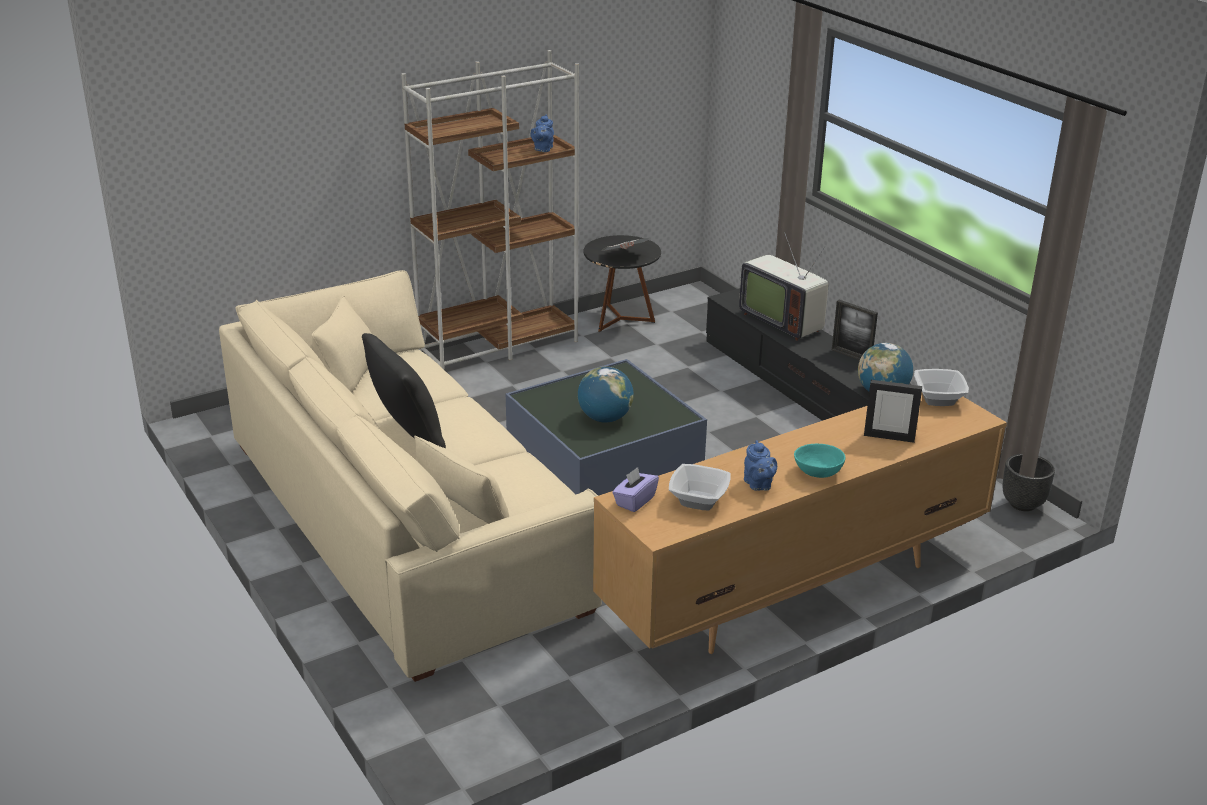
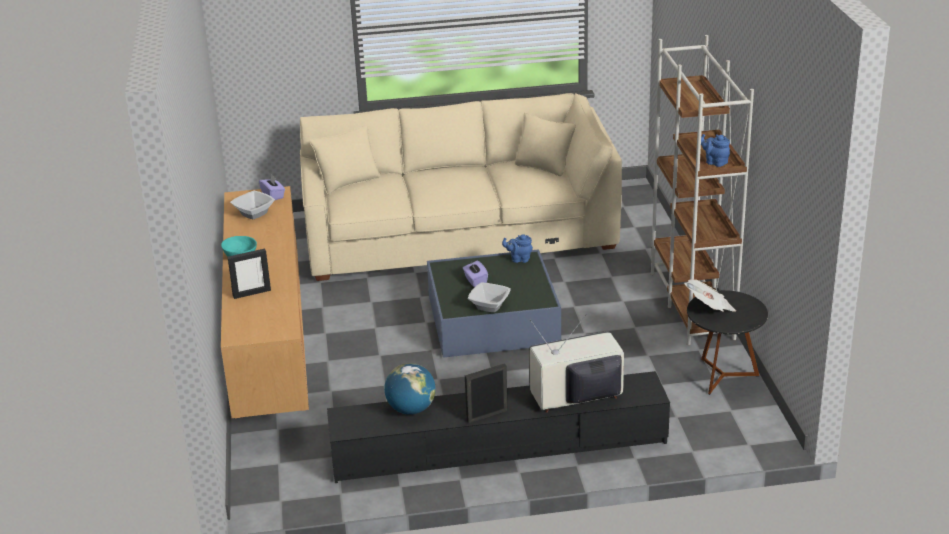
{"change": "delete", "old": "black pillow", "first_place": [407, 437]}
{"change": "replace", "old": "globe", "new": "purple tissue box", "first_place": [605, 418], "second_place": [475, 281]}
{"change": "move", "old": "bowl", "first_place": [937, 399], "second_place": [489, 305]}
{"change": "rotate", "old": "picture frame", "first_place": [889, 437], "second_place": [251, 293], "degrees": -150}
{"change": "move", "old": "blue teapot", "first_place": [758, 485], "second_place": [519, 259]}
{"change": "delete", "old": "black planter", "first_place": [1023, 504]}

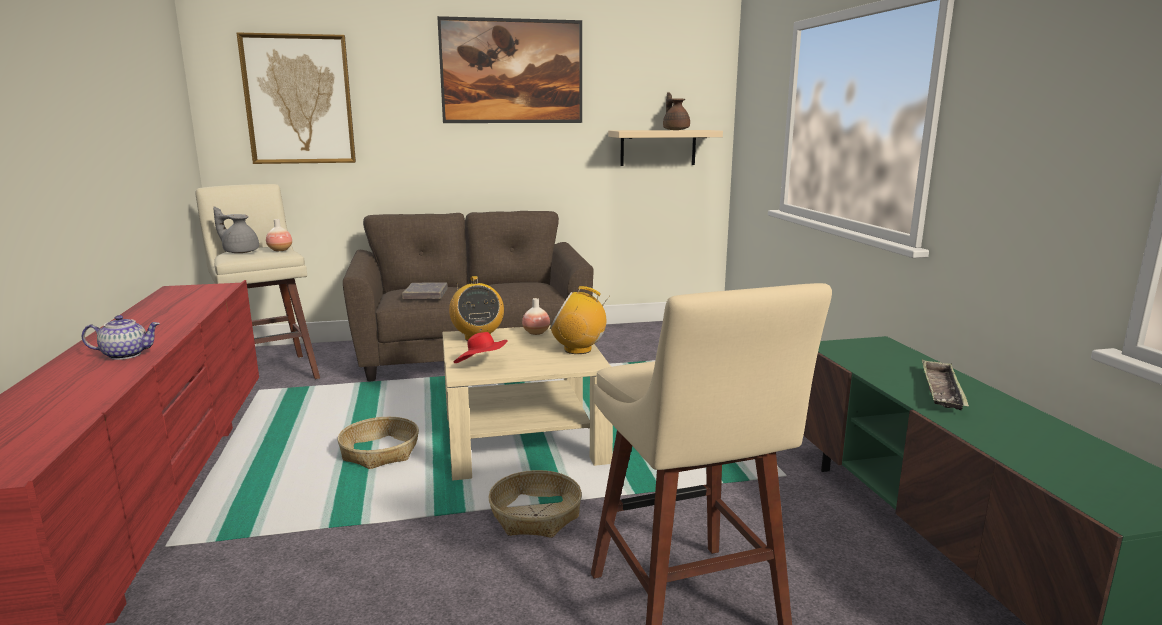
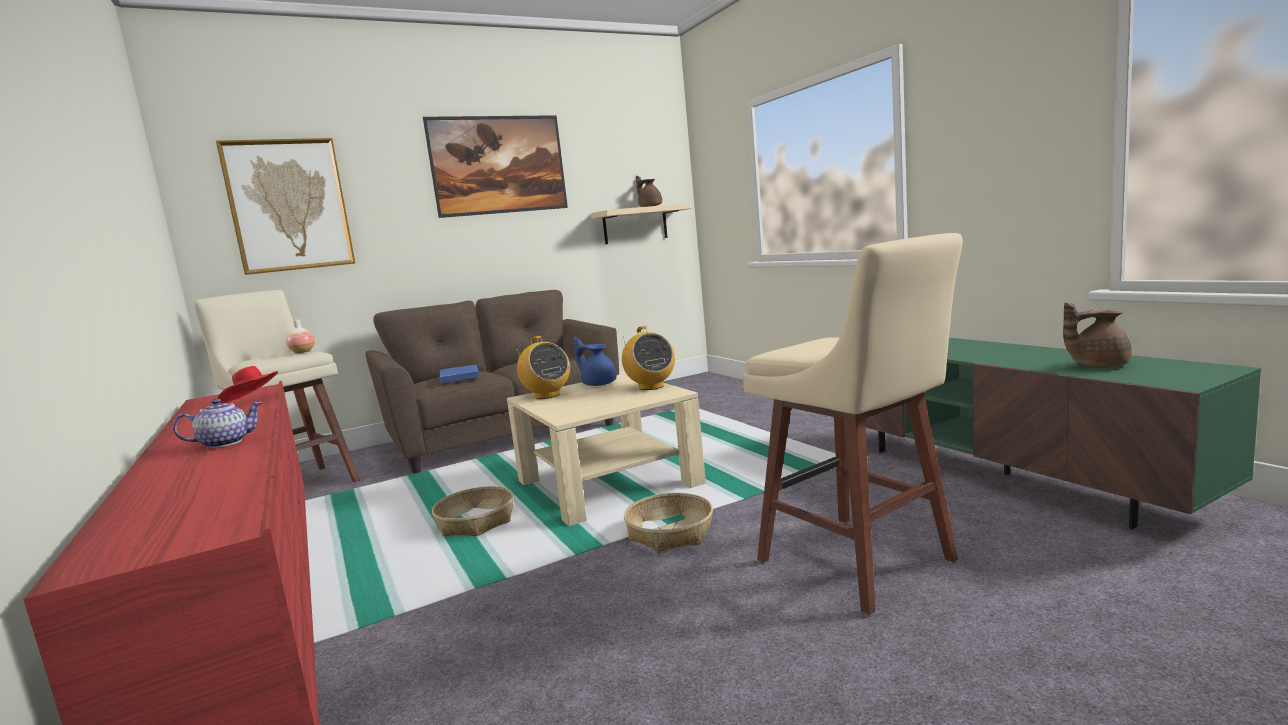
{"change": "delete", "old": "grey teapot", "first_place": [240, 252]}
{"change": "recolor", "old": "grey book", "new": "blue book", "first_place": [426, 294], "second_place": [459, 377]}
{"change": "rotate", "old": "radio", "first_place": [578, 349], "second_place": [650, 386], "degrees": -105}
{"change": "replace", "old": "vase", "new": "blue teapot", "first_place": [536, 333], "second_place": [598, 384]}
{"change": "move", "old": "red hat", "first_place": [482, 365], "second_place": [253, 400]}
{"change": "delete", "old": "tray", "first_place": [941, 390]}
{"change": "insert", "new": "brown teapot", "second_place": [1096, 365]}

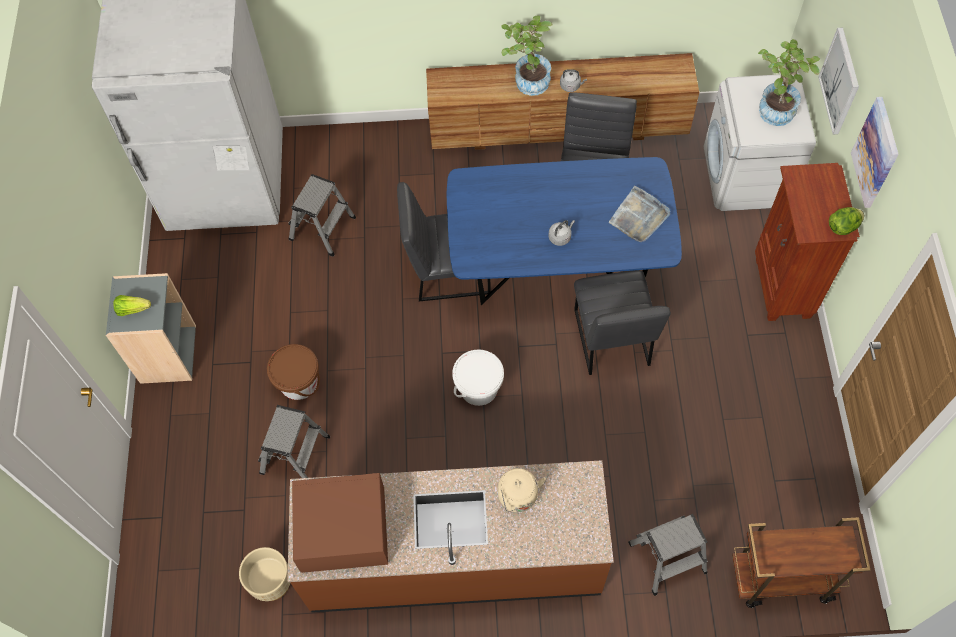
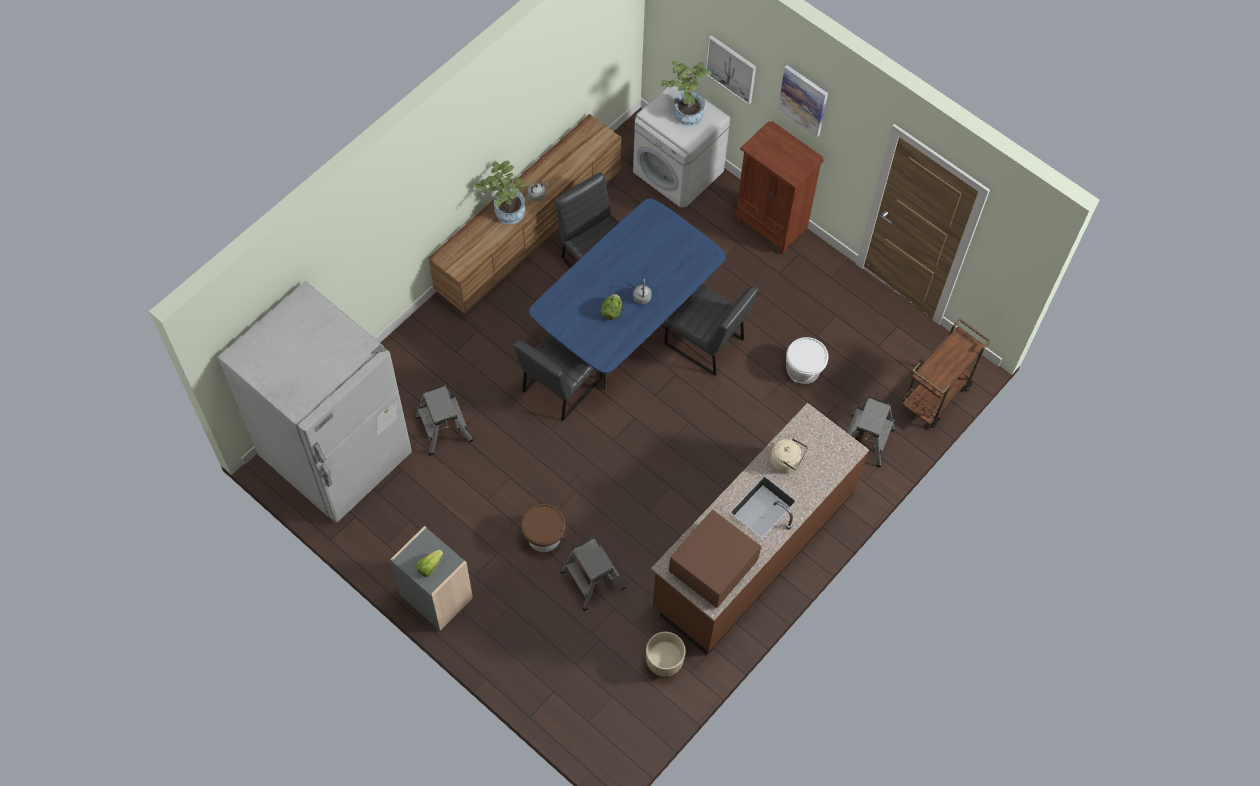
{"change": "delete", "old": "grey tray", "first_place": [639, 217]}
{"change": "move", "old": "lettuce", "first_place": [842, 227], "second_place": [611, 312]}
{"change": "move", "old": "white bucket", "first_place": [478, 388], "second_place": [803, 370]}

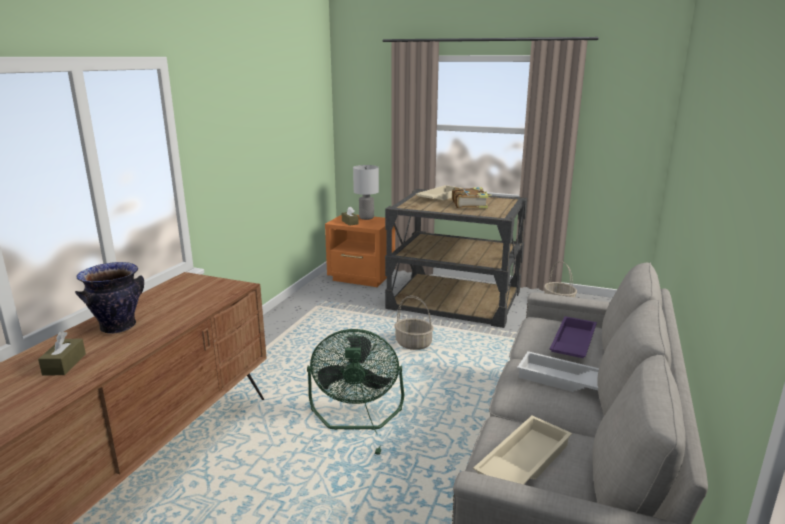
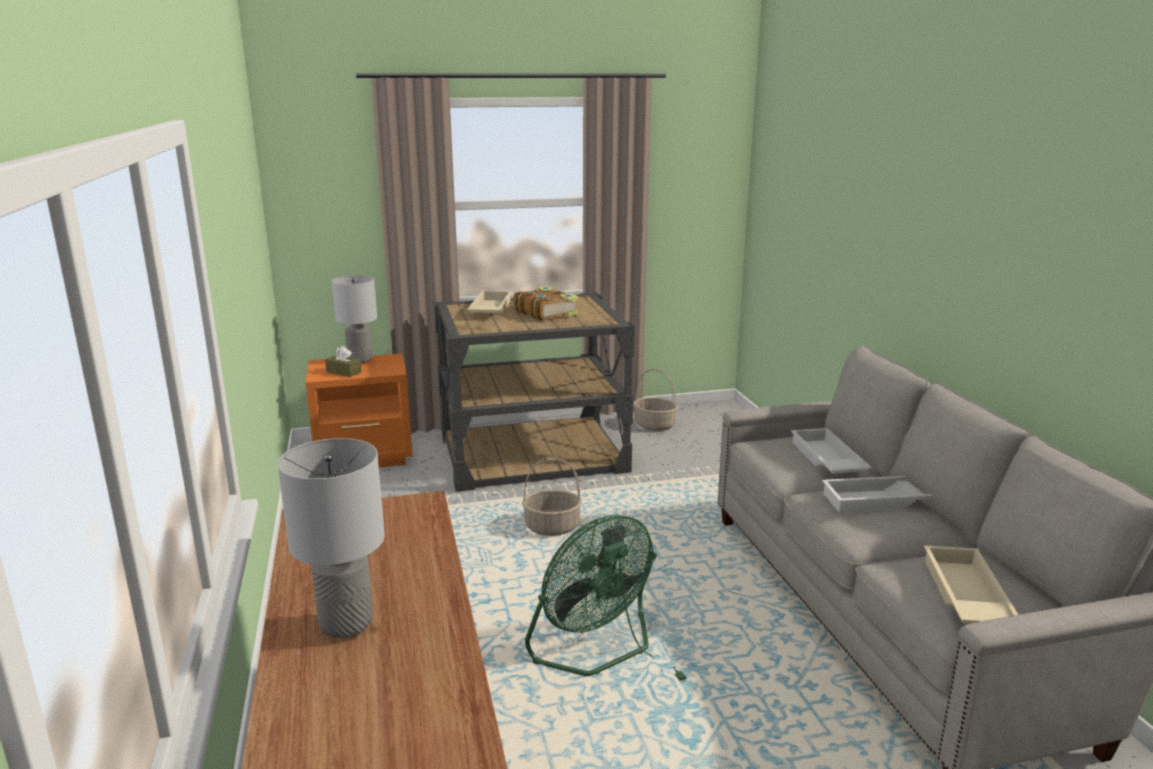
{"change": "replace", "old": "vase", "new": "grey table lamp", "first_place": [118, 327], "second_place": [346, 626]}
{"change": "recolor", "old": "purple tray", "new": "white tray", "first_place": [571, 344], "second_place": [826, 460]}
{"change": "delete", "old": "brown tissue box", "first_place": [64, 364]}

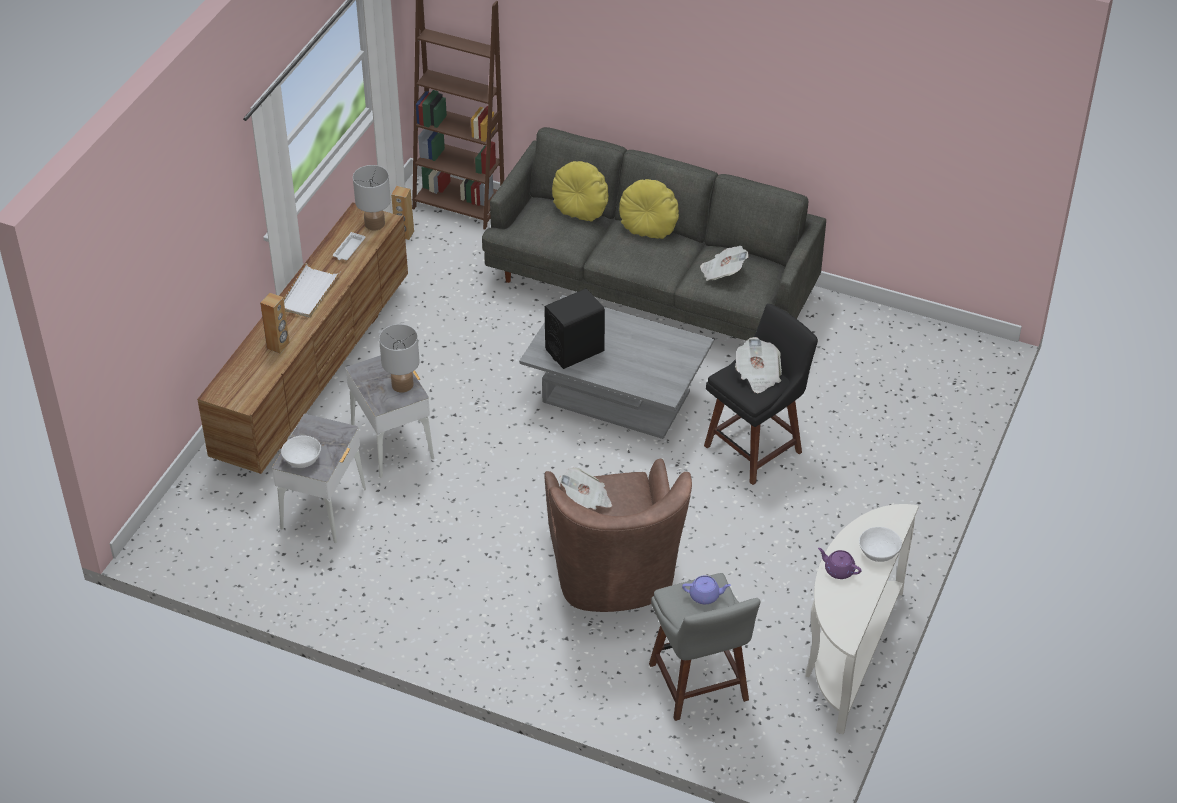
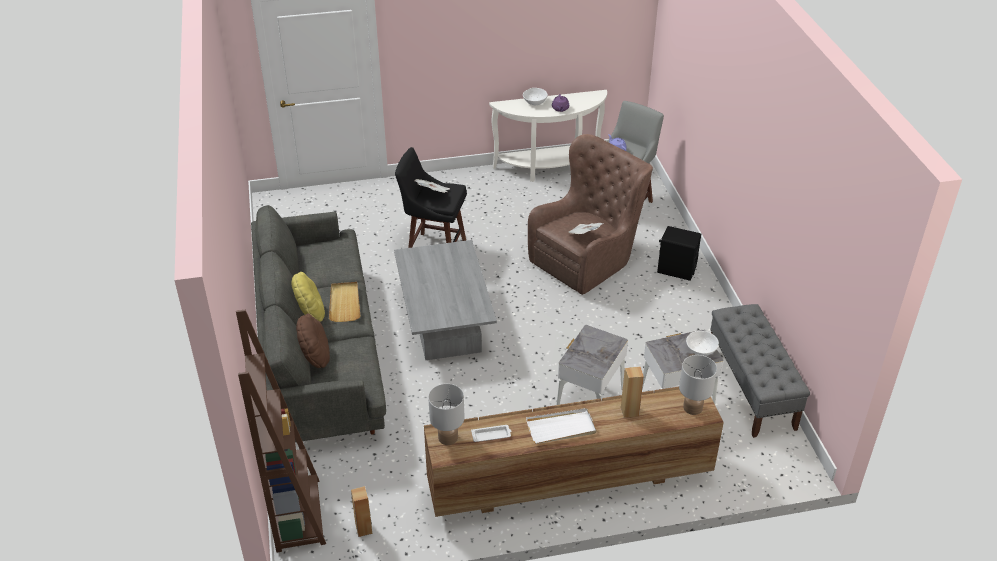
{"change": "recolor", "old": "yellow pillow", "new": "brown pillow", "first_place": [580, 212], "second_place": [315, 358]}
{"change": "delete", "old": "newspaper", "first_place": [722, 272]}
{"change": "move", "old": "black speaker", "first_place": [575, 350], "second_place": [676, 270]}
{"change": "move", "old": "grey table lamp", "first_place": [402, 385], "second_place": [693, 408]}
{"change": "insert", "new": "beige tray", "second_place": [344, 303]}
{"change": "insert", "new": "grey bench", "second_place": [751, 388]}

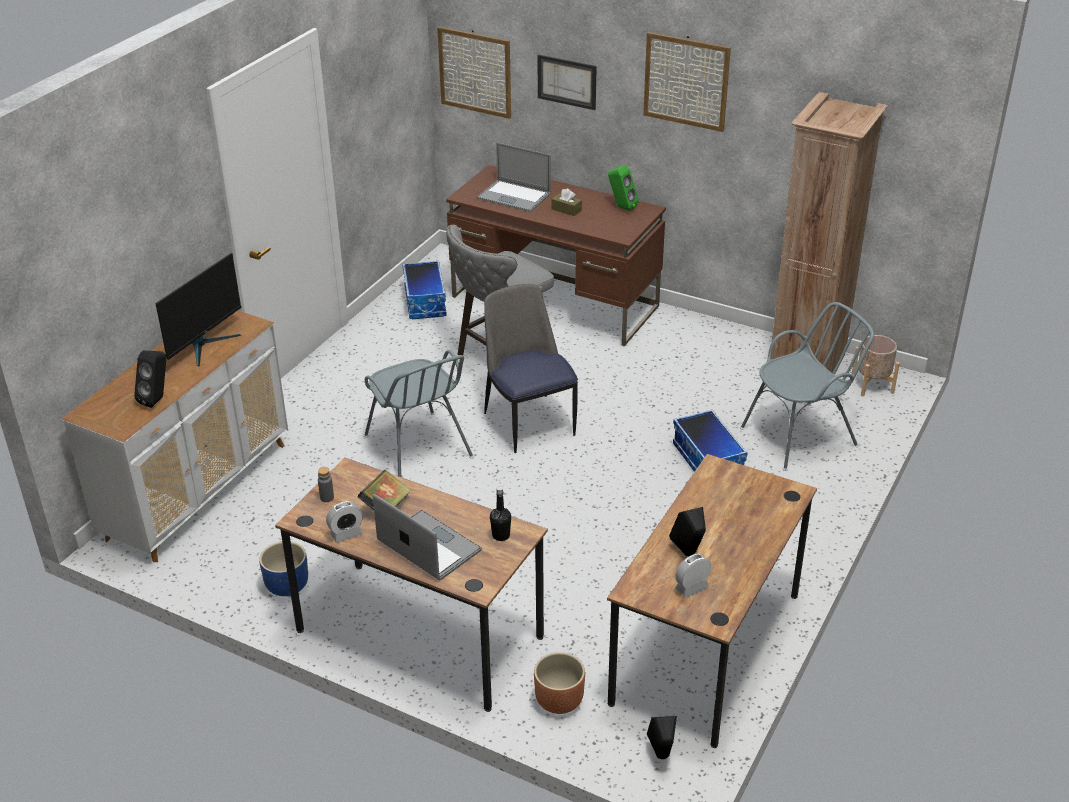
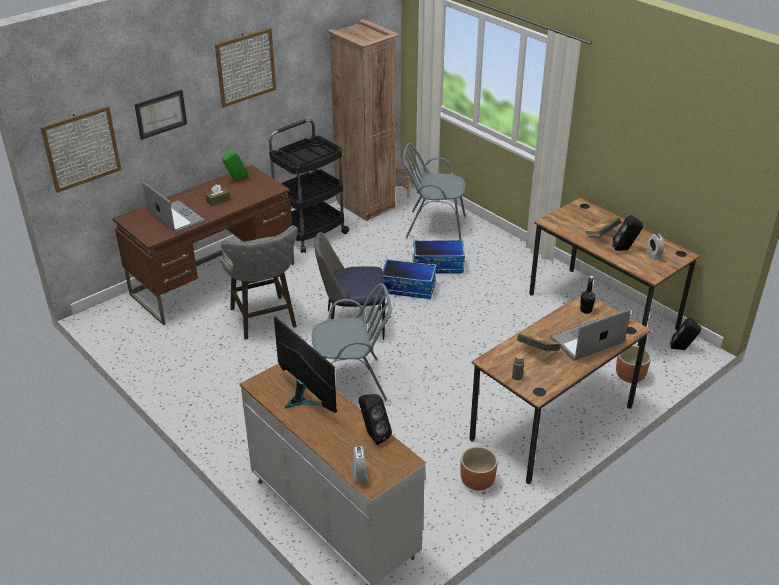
{"change": "rotate", "old": "laptop", "first_place": [514, 196], "second_place": [176, 217], "degrees": -90}
{"change": "move", "old": "storage box", "first_place": [426, 302], "second_place": [408, 288]}
{"change": "rotate", "old": "grey chair", "first_place": [802, 435], "second_place": [432, 227], "degrees": -75}
{"change": "move", "old": "alarm clock", "first_place": [346, 534], "second_place": [359, 474]}
{"change": "recolor", "old": "blue planter", "new": "brown planter", "first_place": [286, 586], "second_place": [477, 482]}
{"change": "insert", "new": "black cart", "second_place": [310, 233]}
{"change": "insert", "new": "book", "second_place": [601, 236]}

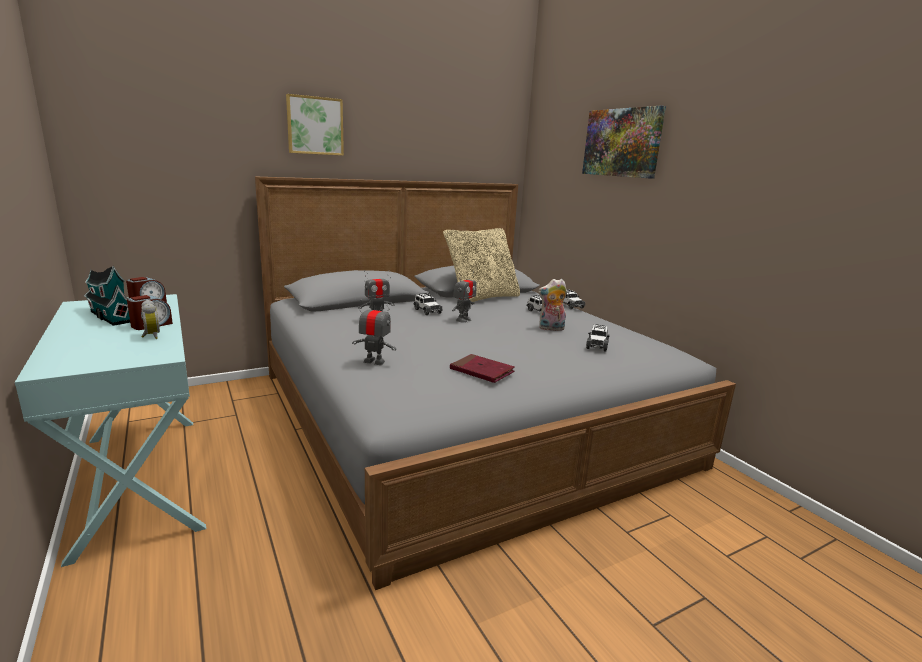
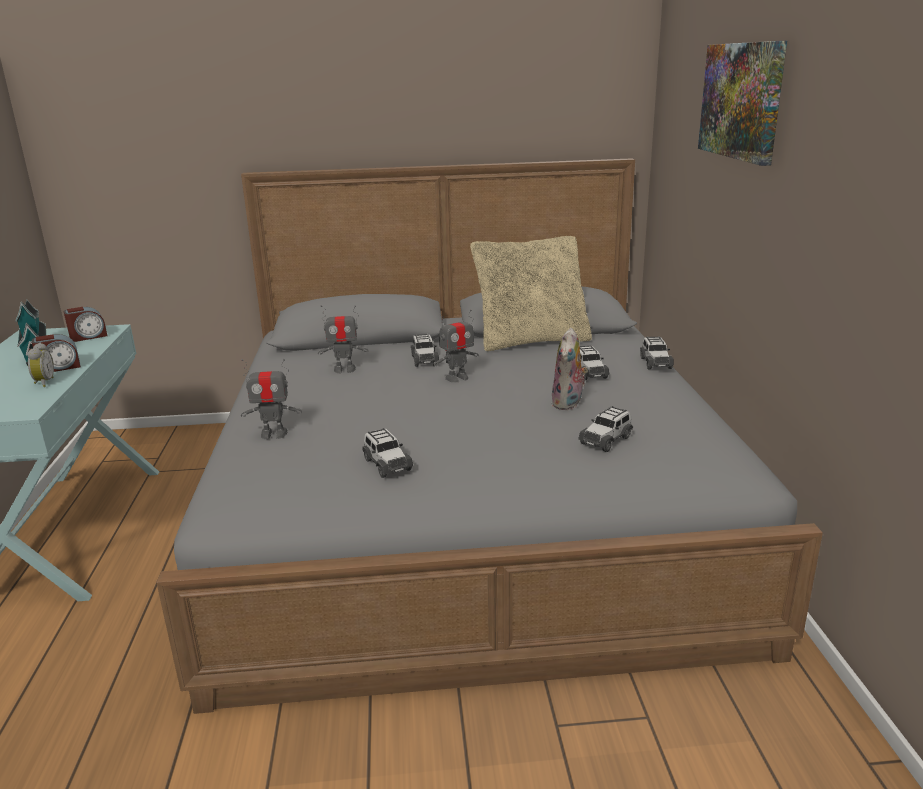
{"change": "delete", "old": "picture", "first_place": [315, 126]}
{"change": "rotate", "old": "plush toy", "first_place": [551, 329], "second_place": [568, 404], "degrees": -90}
{"change": "rotate", "old": "toy robot", "first_place": [374, 362], "second_place": [274, 434], "degrees": 135}
{"change": "replace", "old": "red book", "new": "toy car", "first_place": [482, 371], "second_place": [386, 464]}

